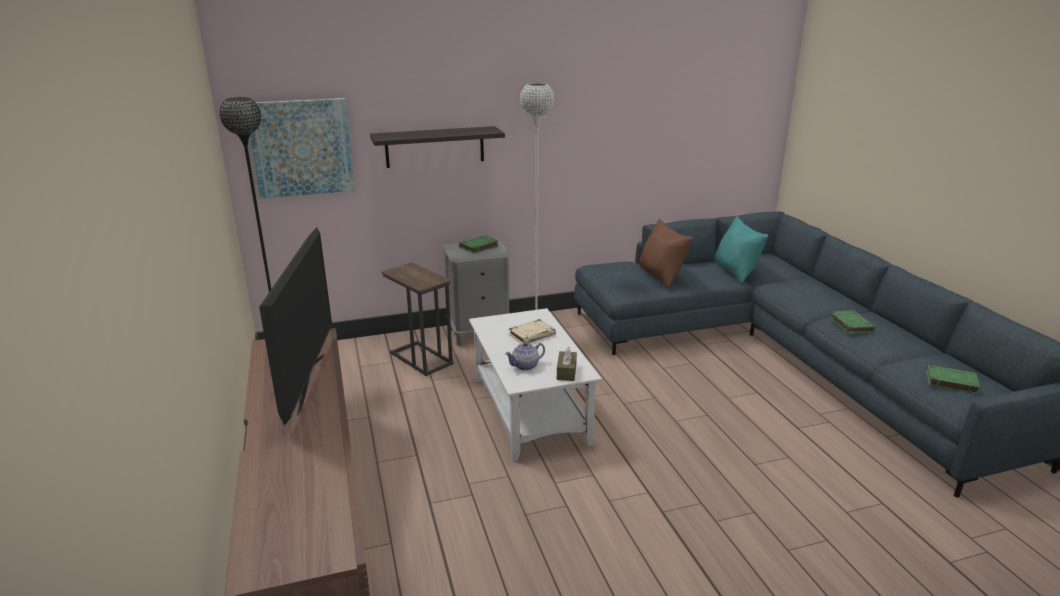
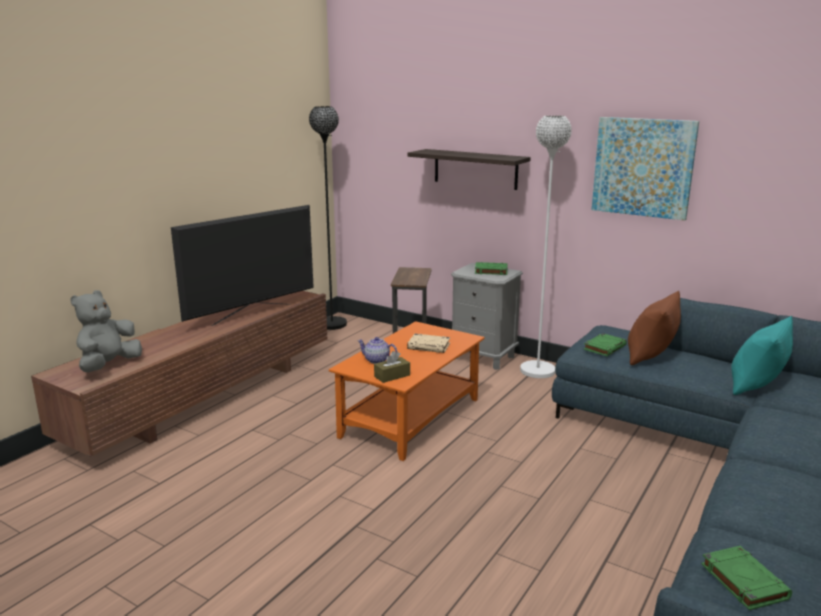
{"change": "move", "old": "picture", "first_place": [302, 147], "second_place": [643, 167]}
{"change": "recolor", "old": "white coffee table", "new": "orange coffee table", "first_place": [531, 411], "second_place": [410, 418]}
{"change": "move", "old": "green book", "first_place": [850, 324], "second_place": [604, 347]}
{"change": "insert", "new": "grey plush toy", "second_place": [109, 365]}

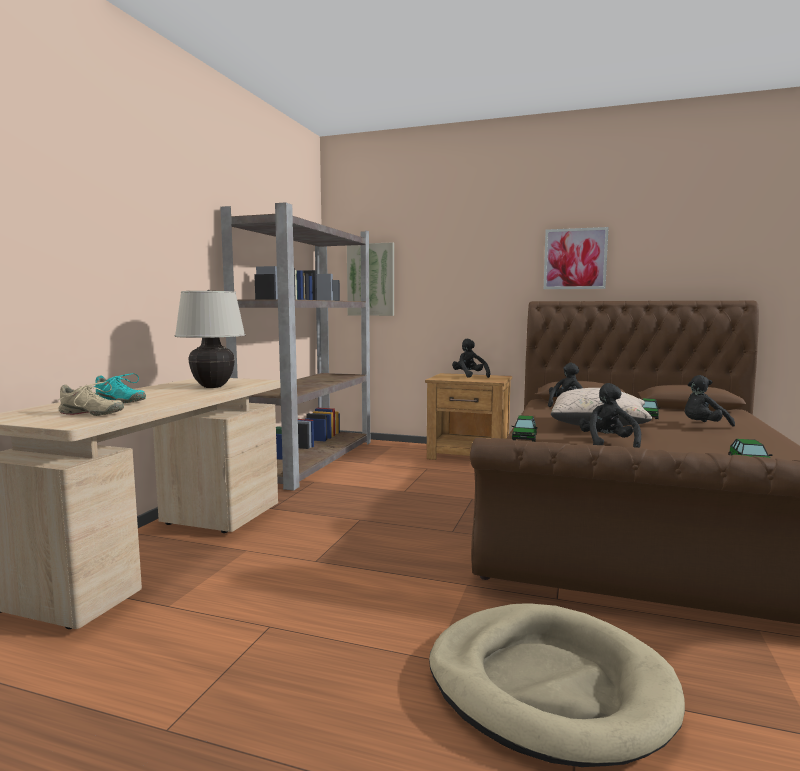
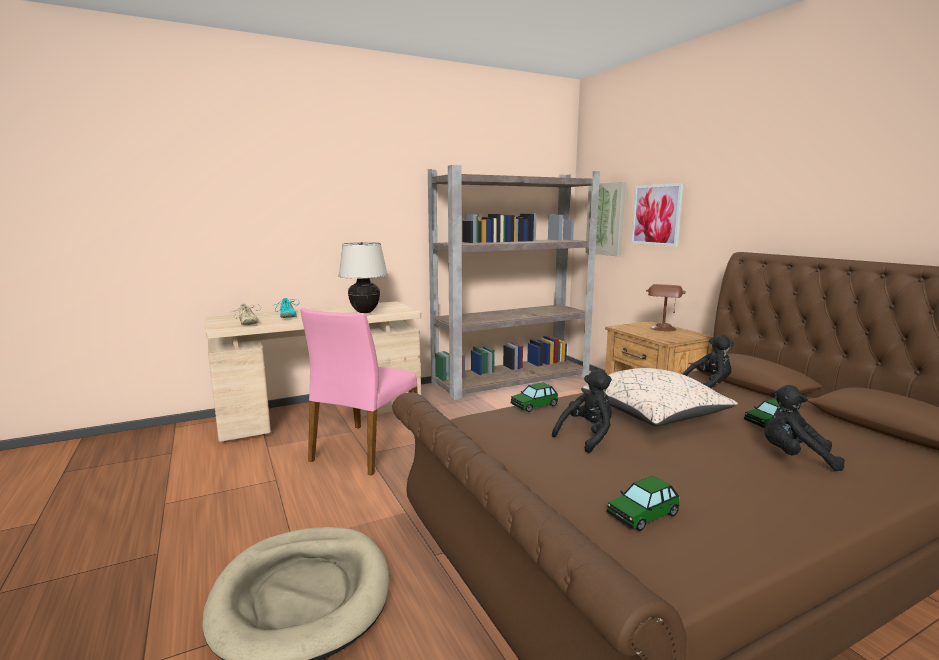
{"change": "move", "old": "picture", "first_place": [575, 259], "second_place": [656, 215]}
{"change": "replace", "old": "black plush toy", "new": "brown table lamp", "first_place": [469, 376], "second_place": [663, 329]}
{"change": "insert", "new": "pink chair", "second_place": [364, 449]}

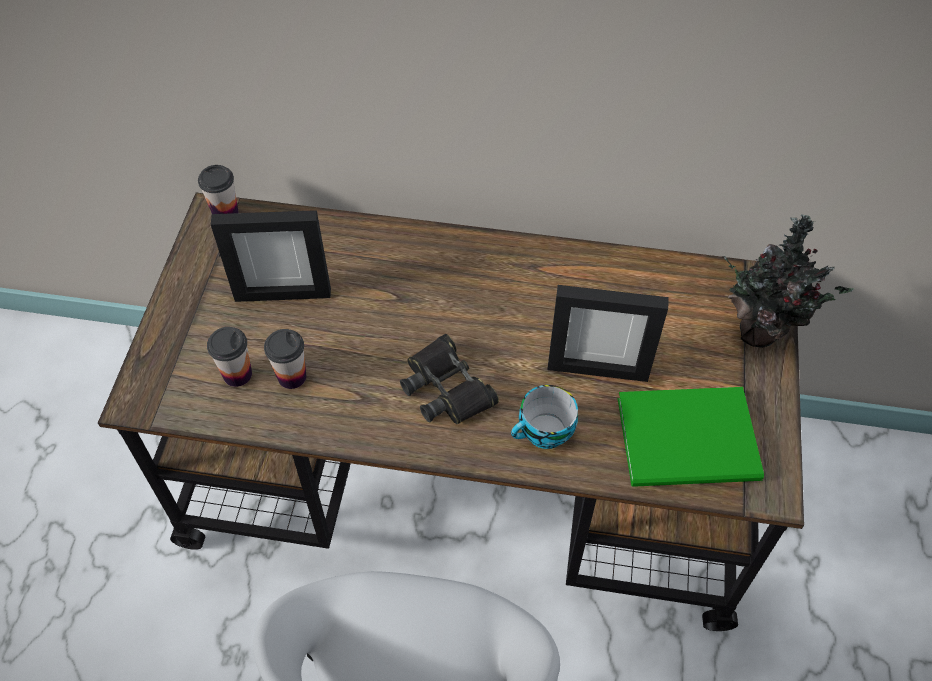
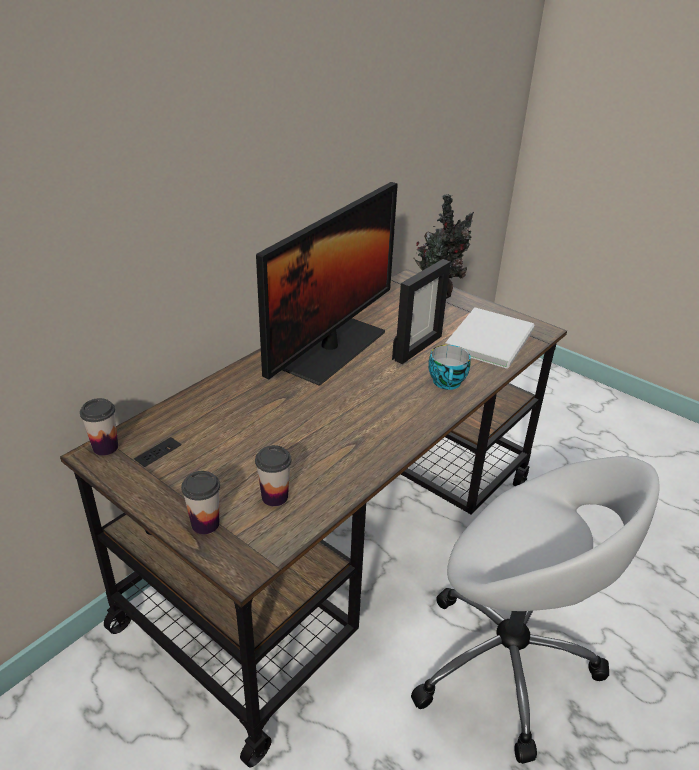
{"change": "delete", "old": "picture frame", "first_place": [283, 293]}
{"change": "move", "old": "cup", "first_place": [292, 376], "second_place": [205, 524]}
{"change": "delete", "old": "black binoculars", "first_place": [447, 388]}
{"change": "recolor", "old": "green book", "new": "white book", "first_place": [692, 442], "second_place": [493, 339]}
{"change": "insert", "new": "monitor", "second_place": [332, 349]}

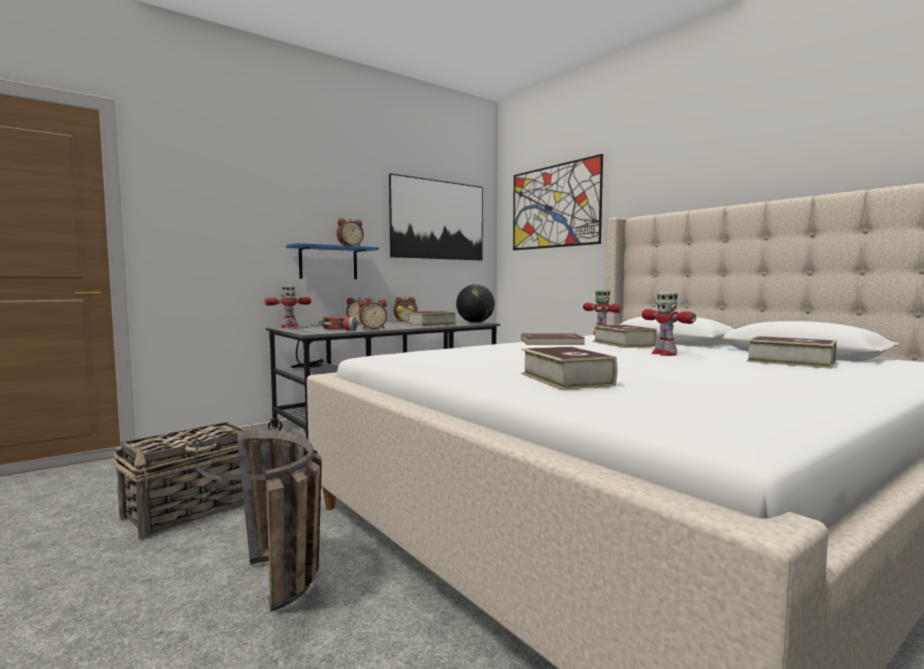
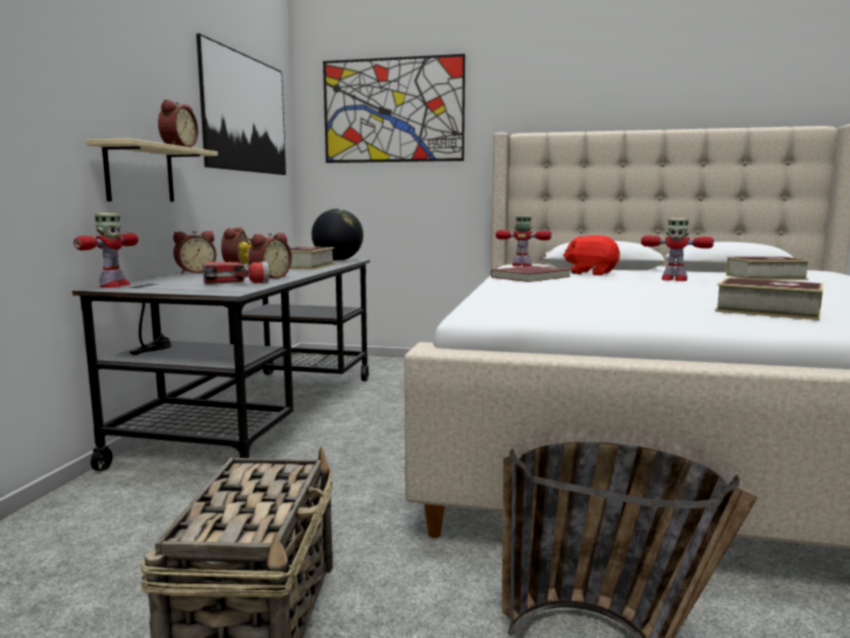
{"change": "recolor", "old": "blue shelf", "new": "beige shelf", "first_place": [328, 262], "second_place": [140, 174]}
{"change": "replace", "old": "book", "new": "red plush toy", "first_place": [623, 344], "second_place": [591, 273]}

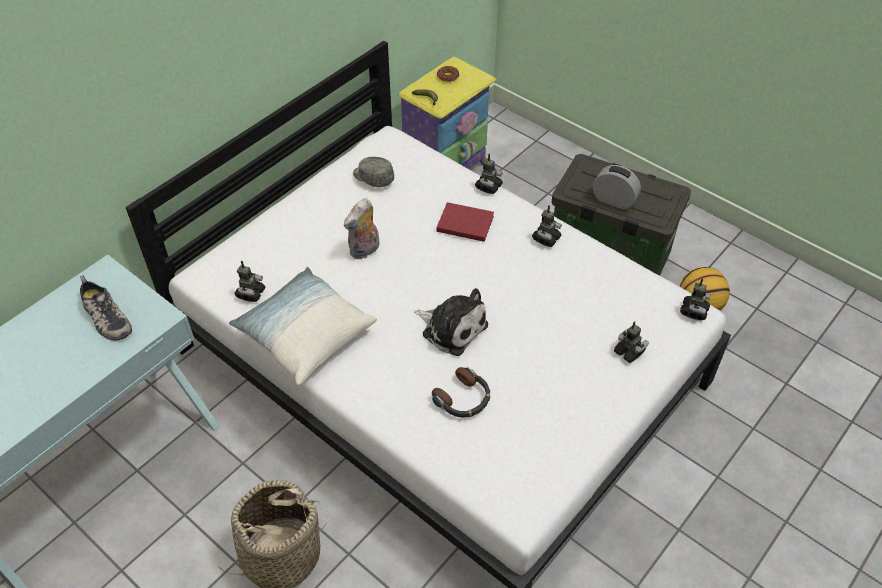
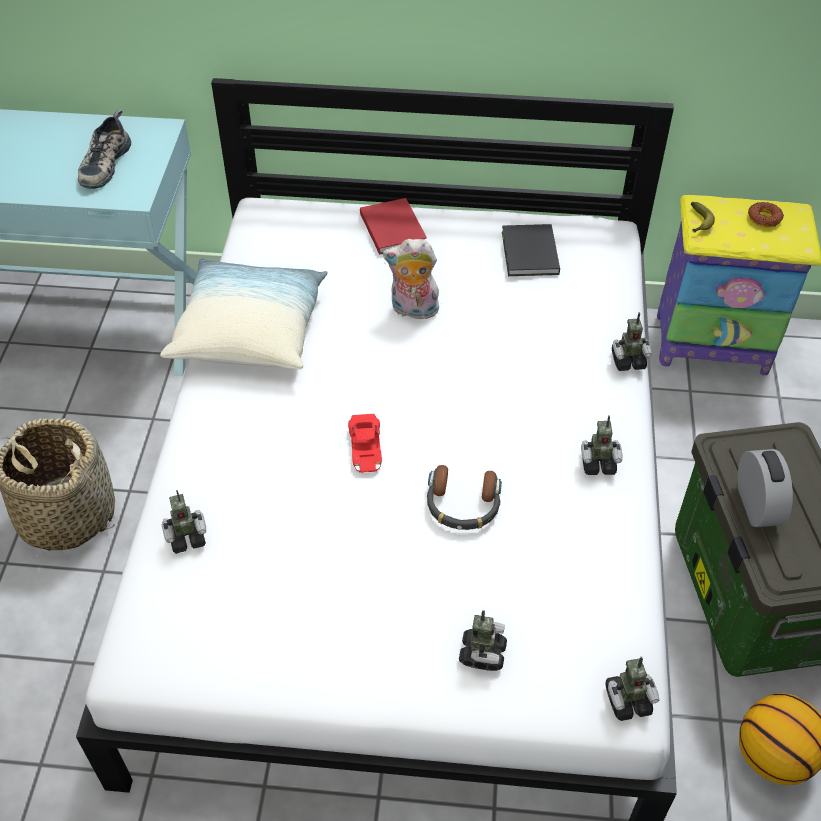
{"change": "replace", "old": "grey cap", "new": "black book", "first_place": [373, 178], "second_place": [529, 254]}
{"change": "move", "old": "red book", "first_place": [464, 223], "second_place": [393, 227]}
{"change": "move", "old": "toy robot", "first_place": [250, 293], "second_place": [187, 537]}
{"change": "replace", "old": "plush toy", "new": "red toy car", "first_place": [452, 328], "second_place": [365, 448]}
{"change": "move", "old": "headphones", "first_place": [463, 399], "second_place": [462, 505]}

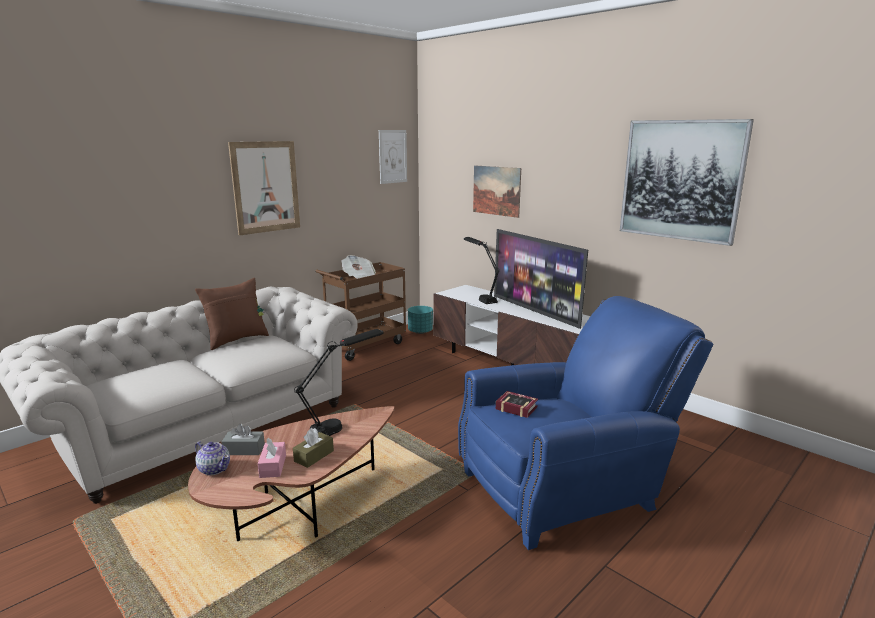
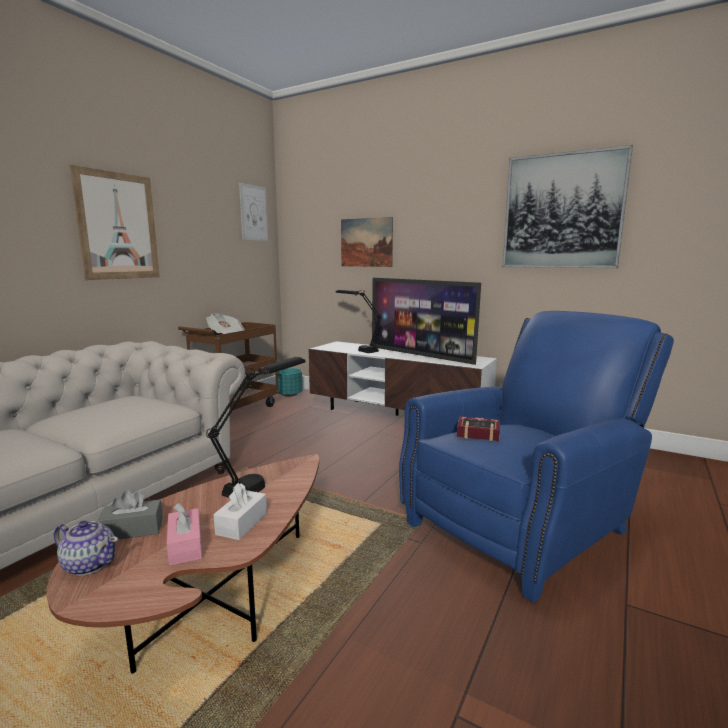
{"change": "delete", "old": "brown pillow", "first_place": [236, 340]}
{"change": "recolor", "old": "brown tissue box", "new": "white tissue box", "first_place": [314, 456], "second_place": [242, 523]}

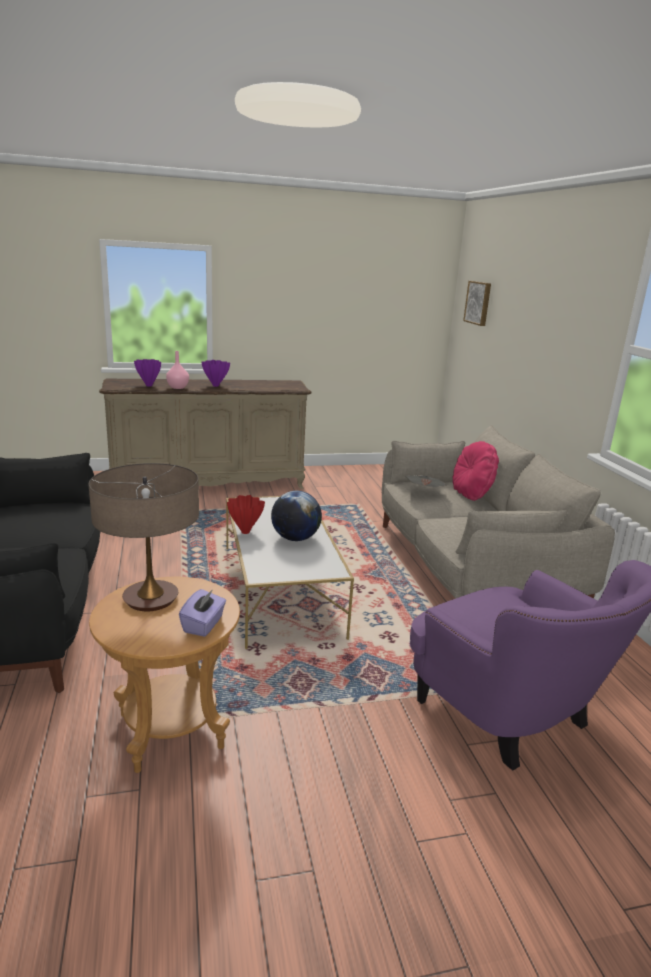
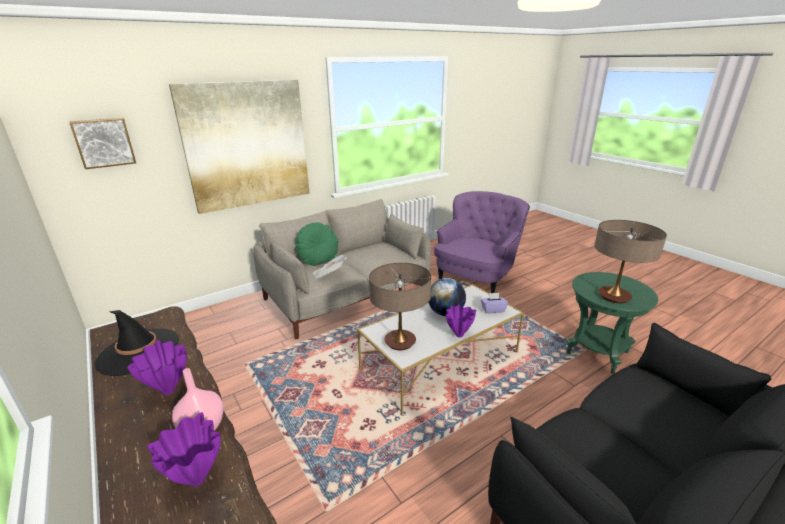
{"change": "recolor", "old": "pink pillow", "new": "green pillow", "first_place": [471, 495], "second_place": [318, 261]}
{"change": "recolor", "old": "red vase", "new": "purple vase", "first_place": [245, 532], "second_place": [458, 335]}
{"change": "recolor", "old": "brown side table", "new": "green side table", "first_place": [171, 730], "second_place": [597, 352]}
{"change": "move", "old": "purple tissue box", "first_place": [203, 625], "second_place": [493, 310]}
{"change": "insert", "new": "picture", "second_place": [247, 145]}
{"change": "insert", "new": "table lamp", "second_place": [400, 342]}
{"change": "insert", "new": "black hat", "second_place": [138, 351]}

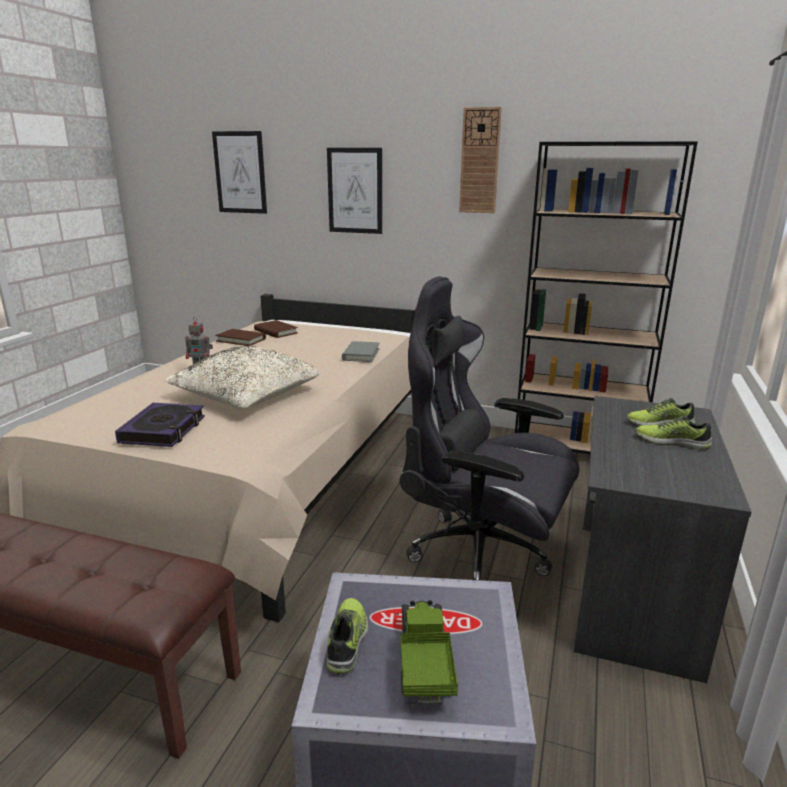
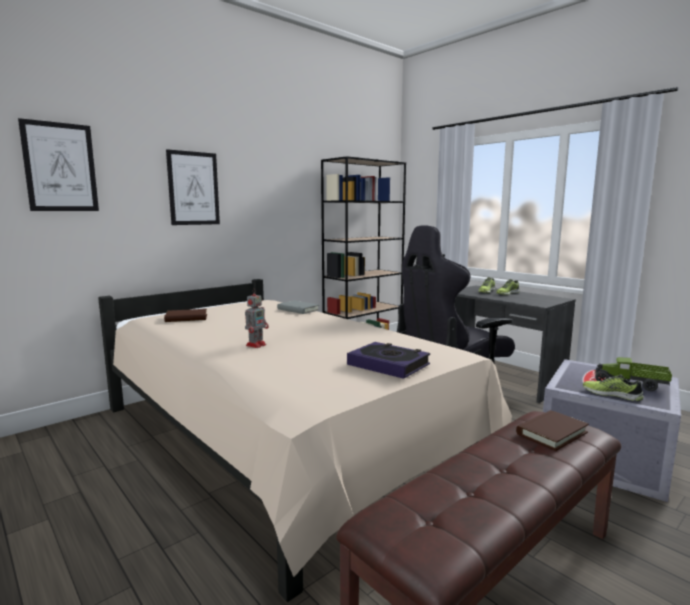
{"change": "delete", "old": "wall clock", "first_place": [479, 161]}
{"change": "move", "old": "brown book", "first_place": [241, 340], "second_place": [551, 433]}
{"change": "delete", "old": "beige pillow", "first_place": [247, 393]}

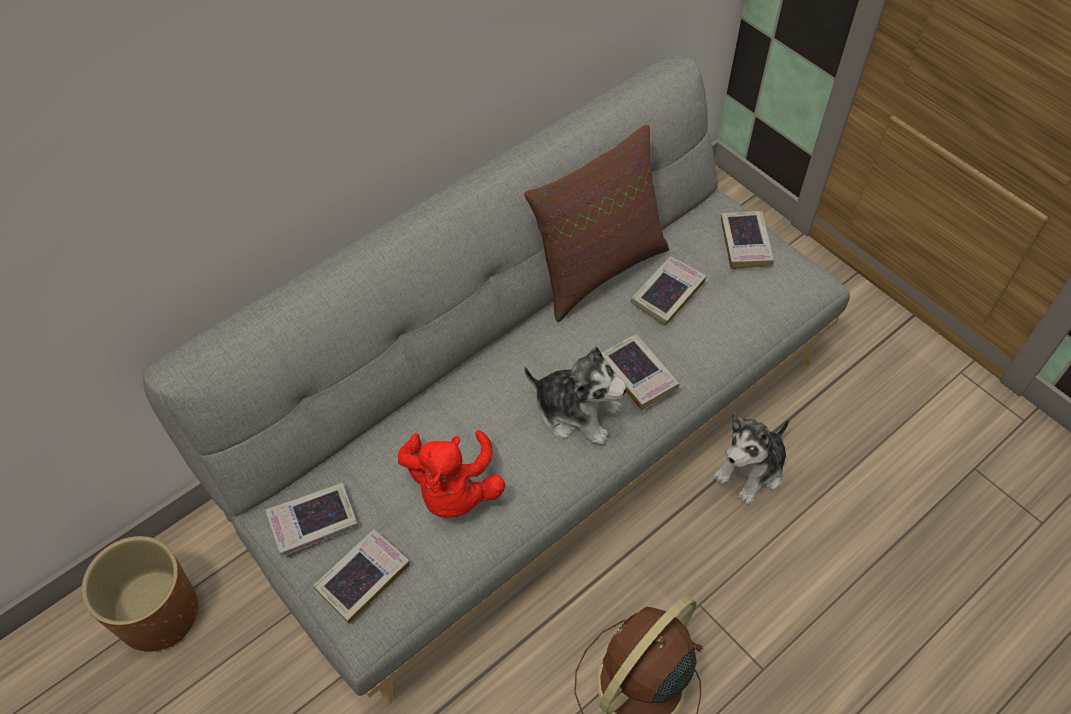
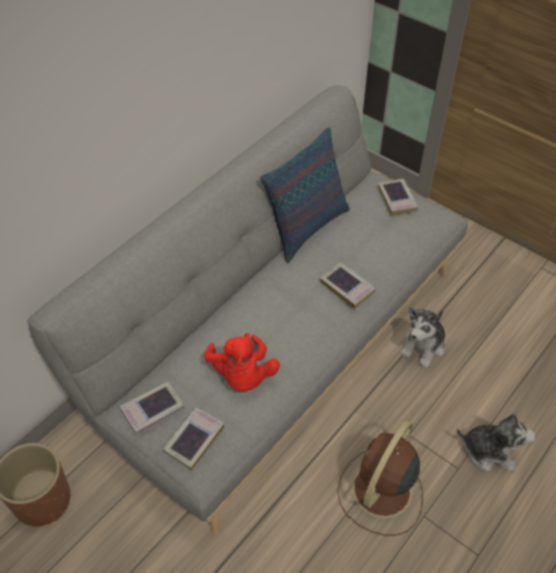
{"change": "recolor", "old": "brown pillow", "new": "blue pillow", "first_place": [599, 271], "second_place": [307, 228]}
{"change": "delete", "old": "book", "first_place": [667, 294]}
{"change": "move", "old": "plush toy", "first_place": [576, 411], "second_place": [489, 451]}

